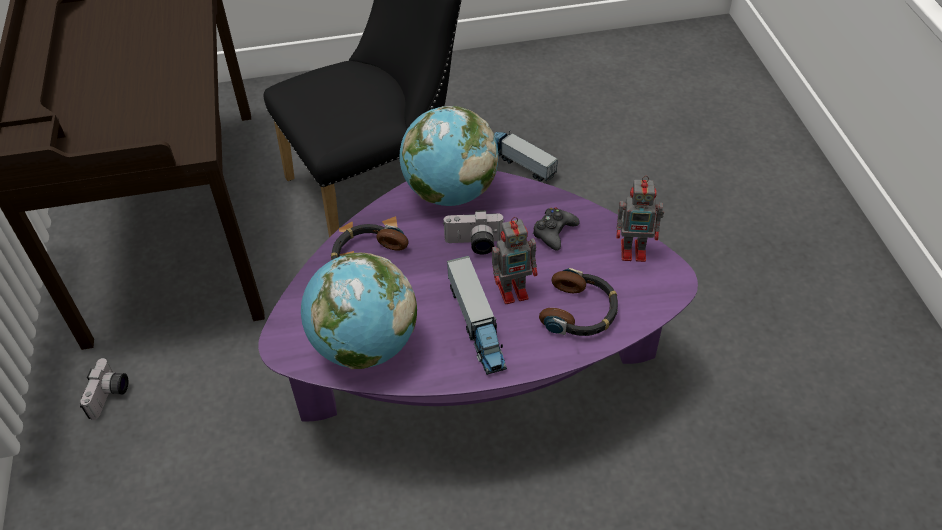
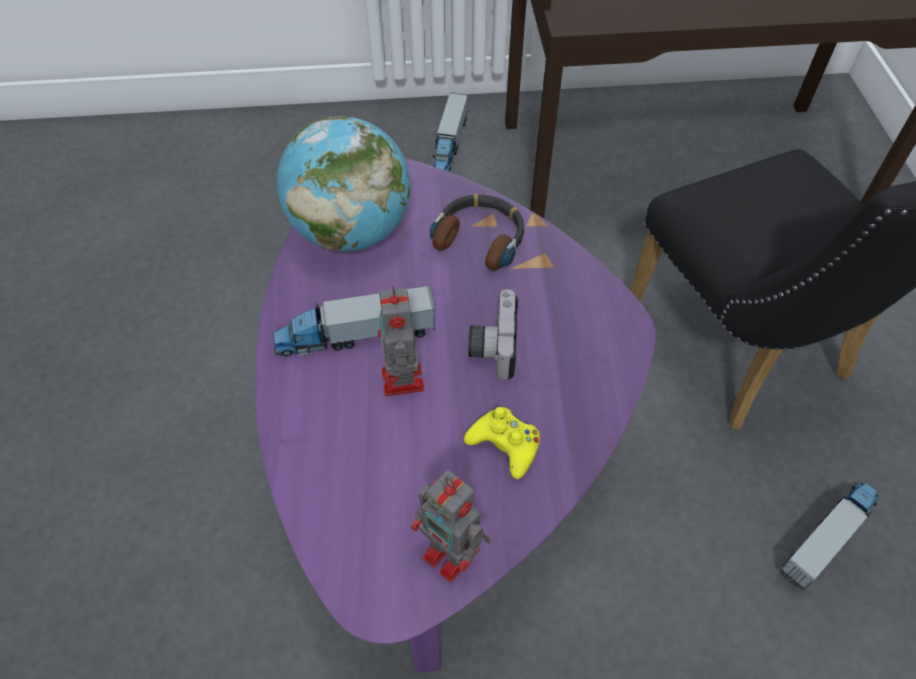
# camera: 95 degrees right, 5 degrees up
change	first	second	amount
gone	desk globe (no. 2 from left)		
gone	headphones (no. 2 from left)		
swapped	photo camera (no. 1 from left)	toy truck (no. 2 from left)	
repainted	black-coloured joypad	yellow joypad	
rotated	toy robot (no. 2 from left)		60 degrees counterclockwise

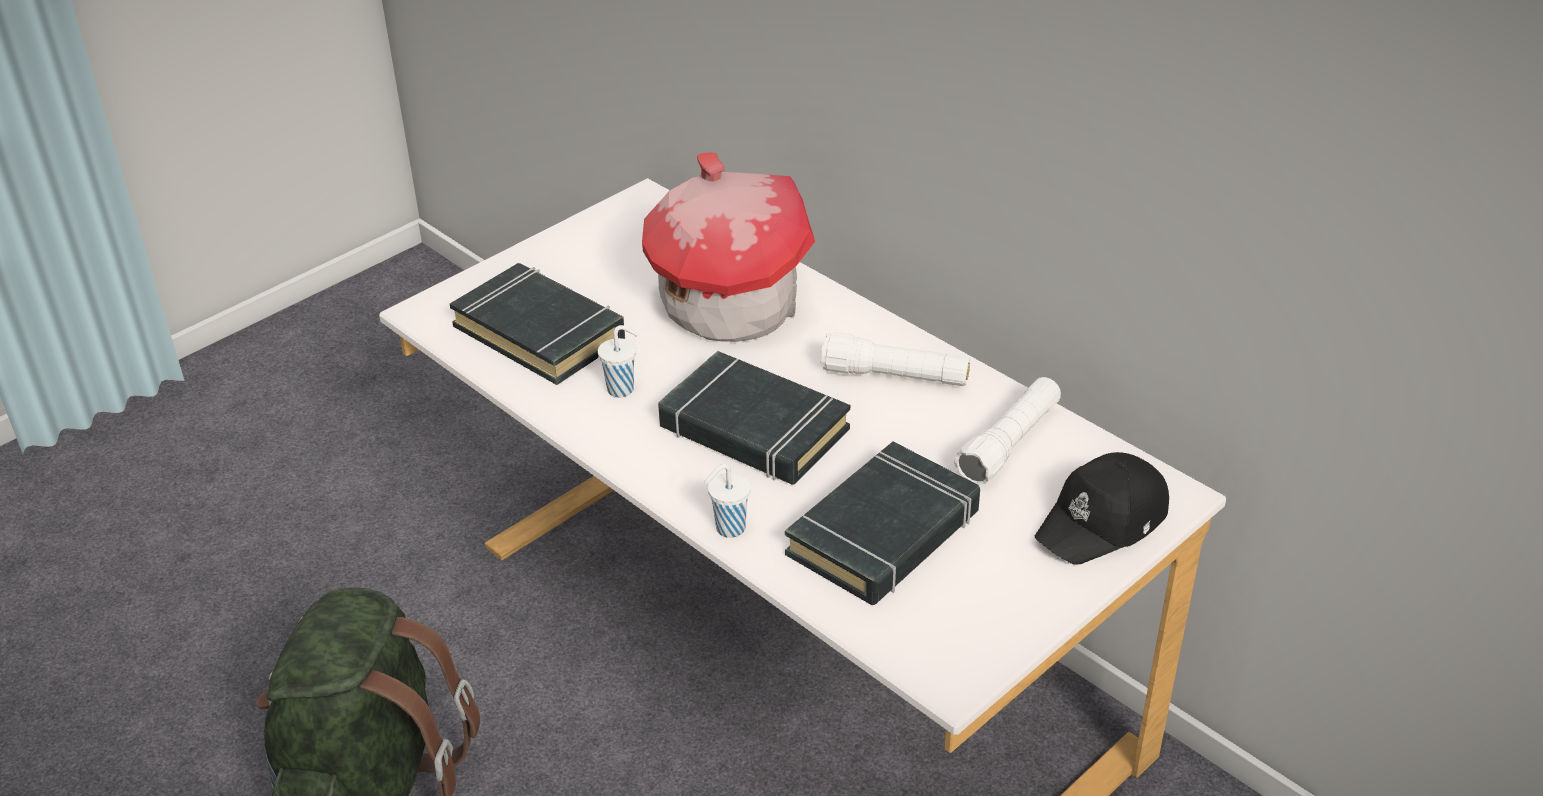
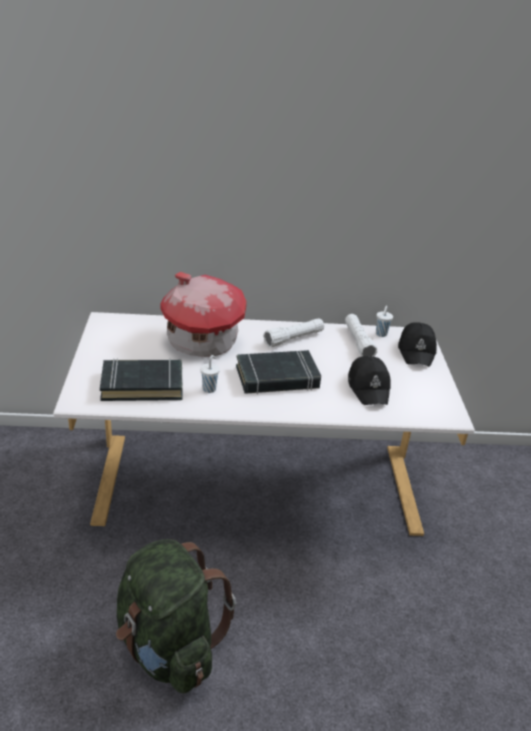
# camera: 50 degrees left, 5 degrees down
change	first	second	amount
shifted	white-coloured cup (no. 2 from left)		
swapped	black-coloured volume (no. 3 from left)	black-coloured cap (no. 1 from left)	

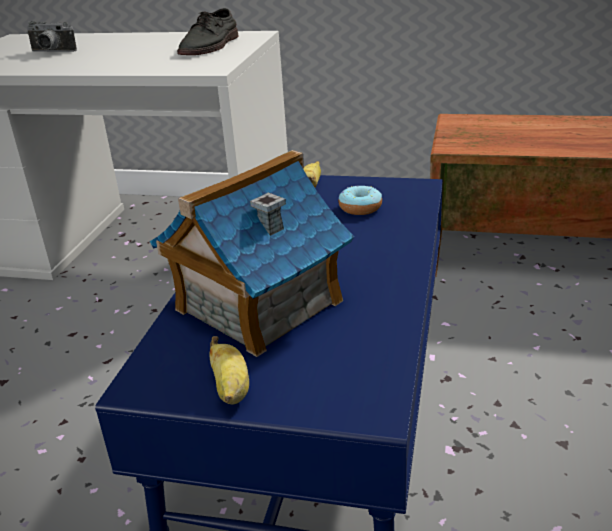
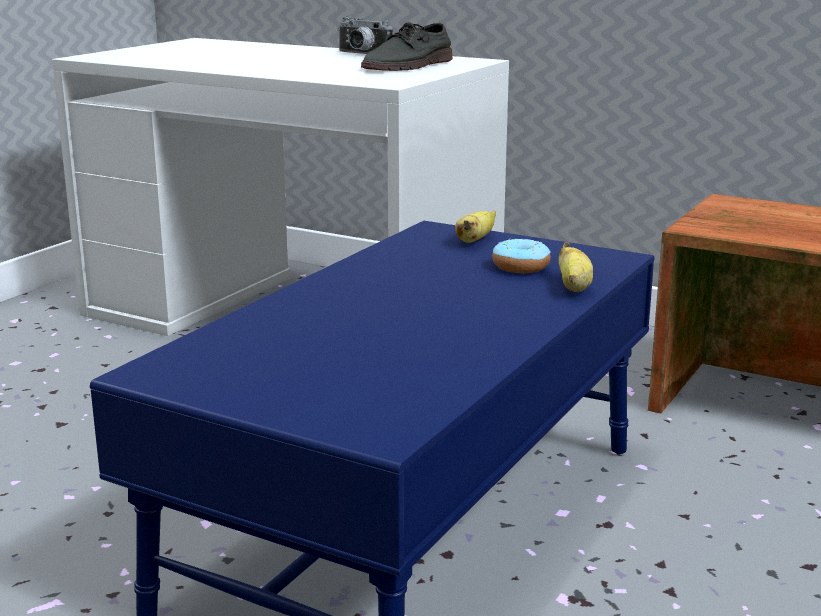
# camera: 15 degrees right, 10 degrees down
change	first	second	amount
gone	model house		
shifted	photo camera		
shifted	banana fruit (no. 1 from left in the first image)	banana fruit (no. 2 from left)	

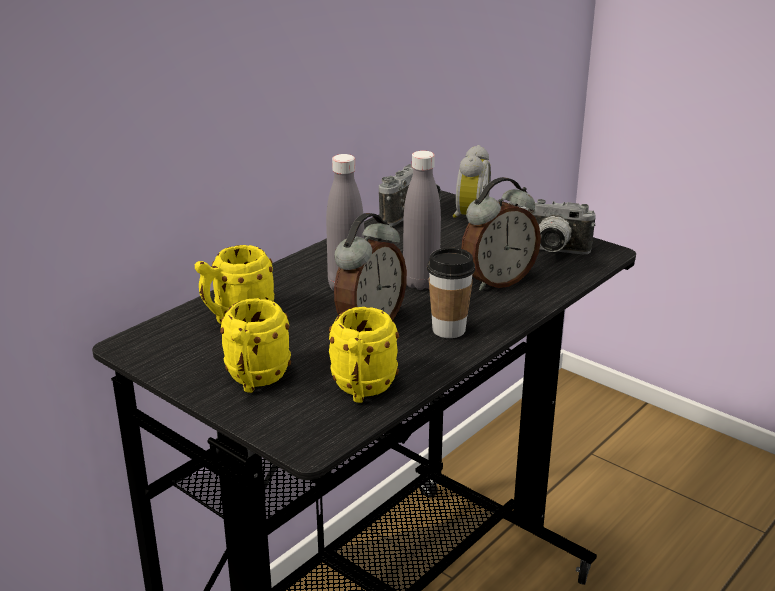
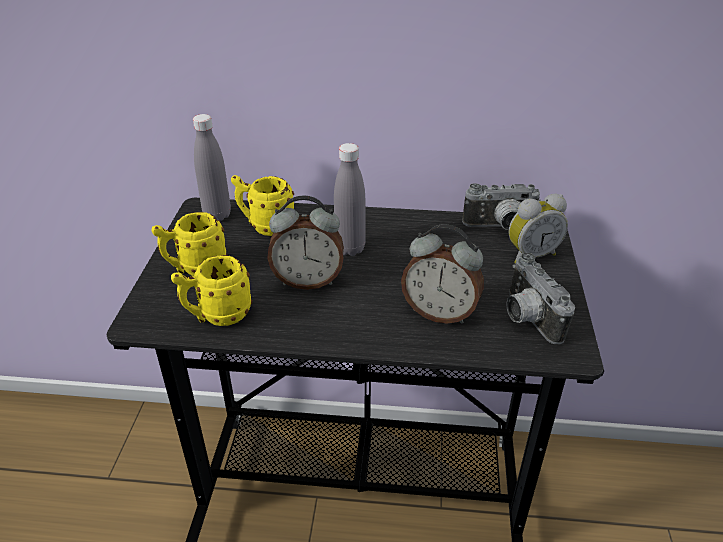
# camera: 55 degrees right, 10 degrees up
change	first	second	amount
gone	cup		
shifted	gray beverage bottle (no. 2 from left in the first image)	gray beverage bottle (no. 1 from left)	

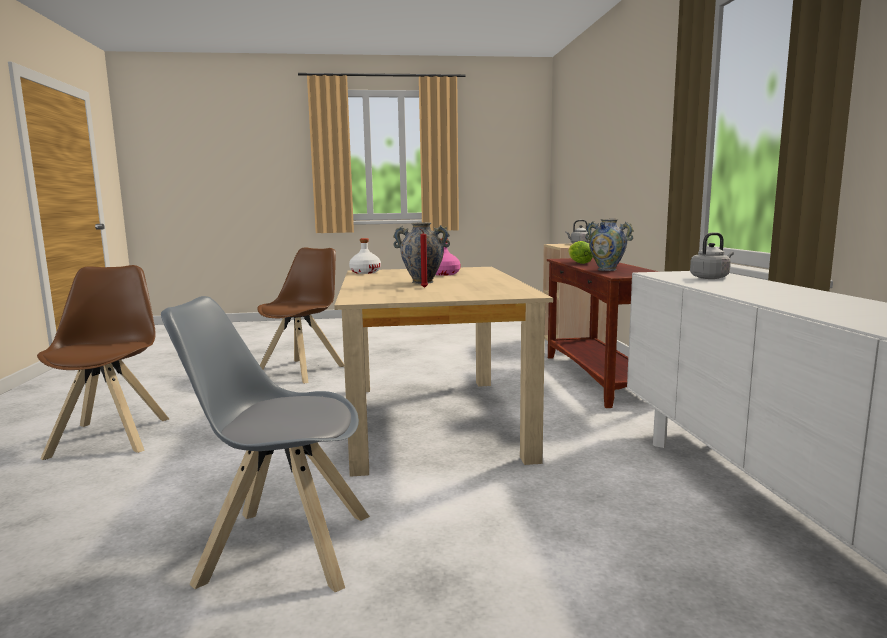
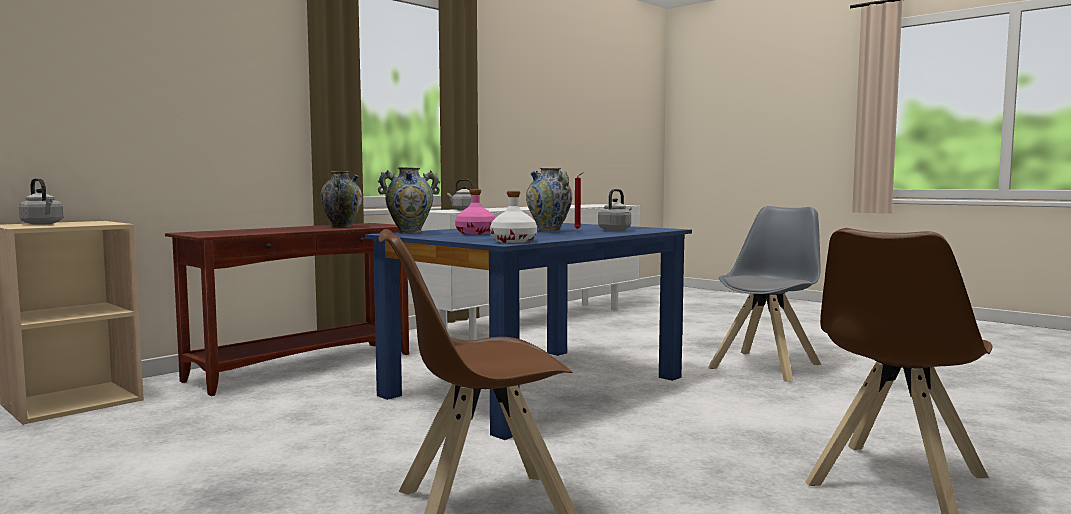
# camera: 130 degrees left, 5 degrees down
change	first	second	amount
gone	lettuce		
new		decorative vase (no. 2 from left)	
new		gray tea kettle (no. 3 from left)	
repainted	beige-coloured dining table	blue-coloured dining table	
rotated	gray chair		105 degrees counterclockwise

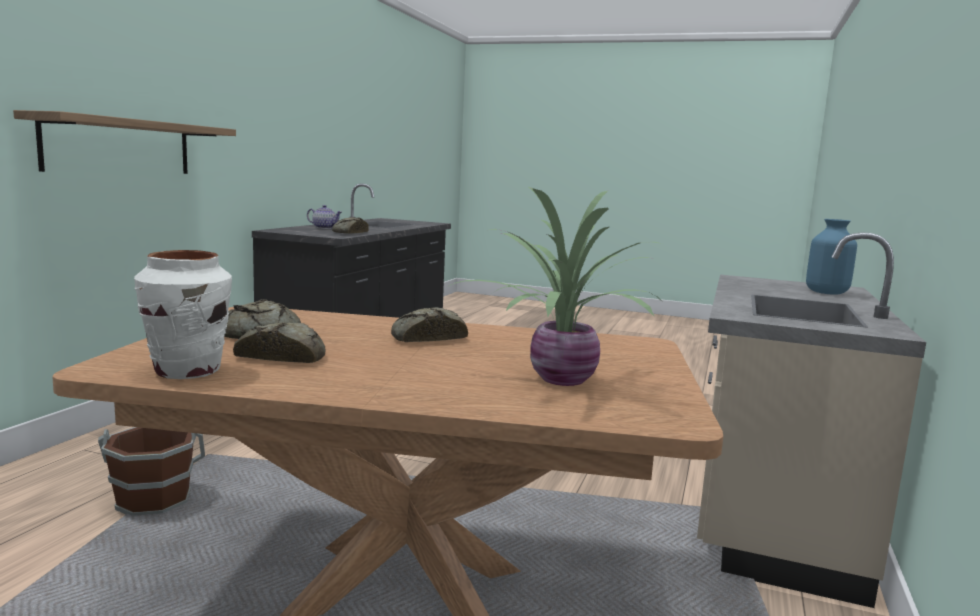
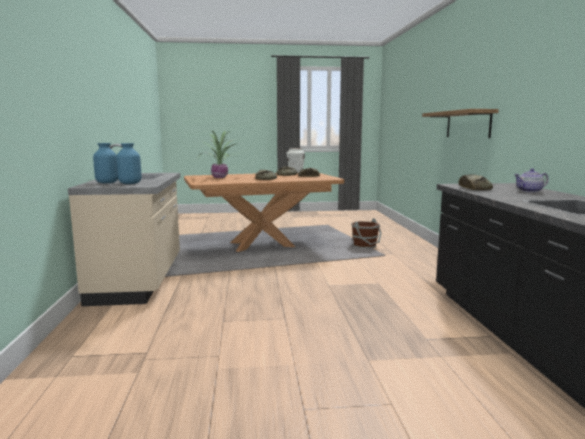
# camera: 155 degrees right, 0 degrees up
change	first	second	amount
new		blue-coloured decorative vase (no. 2 from left)	

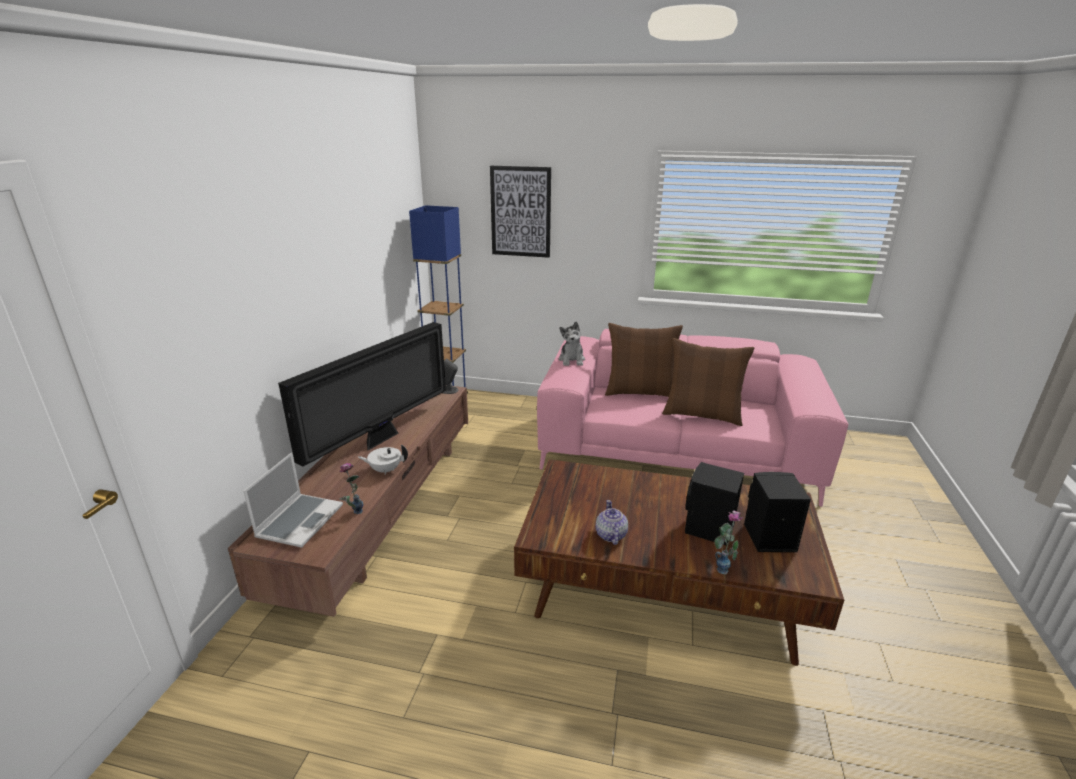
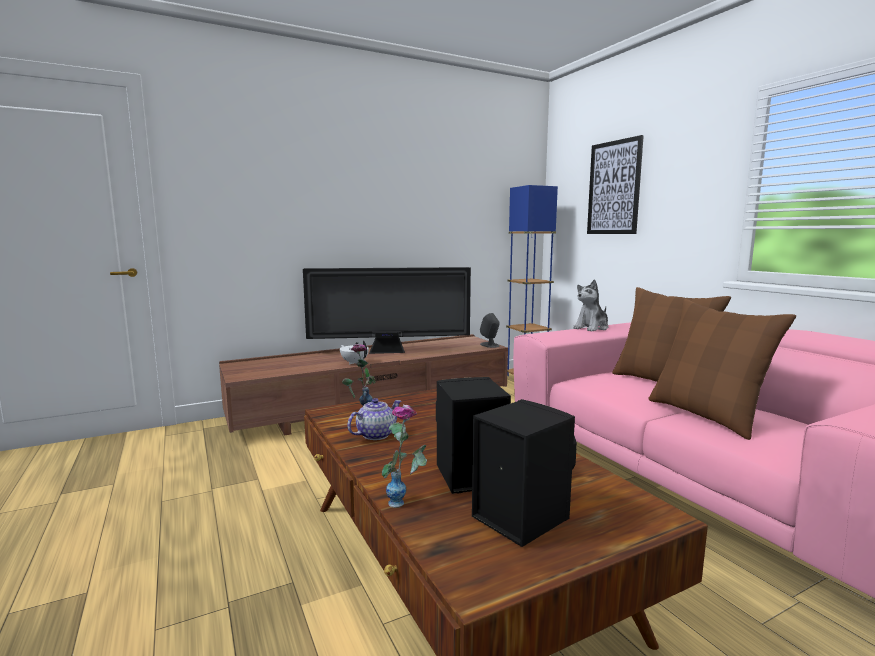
# camera: 50 degrees right, 15 degrees down
change	first	second	amount
gone	notebook computer		
shifted	decorative vase (no. 1 from left)		

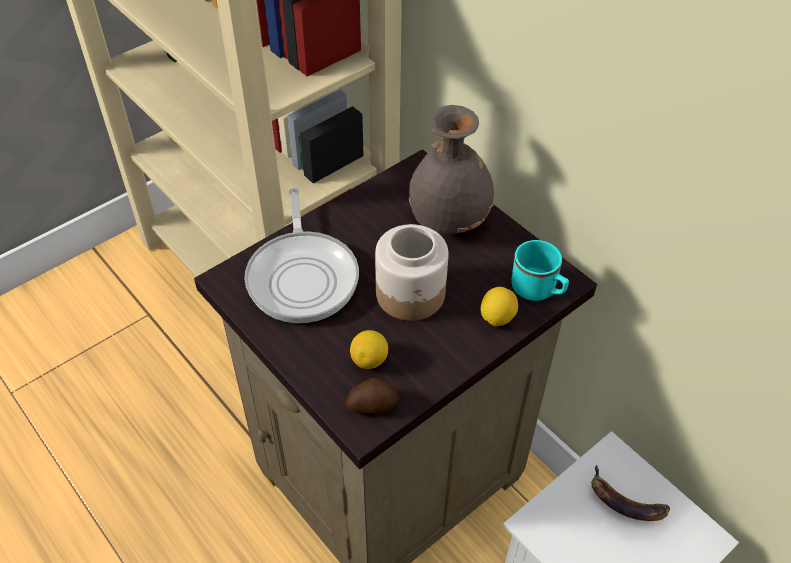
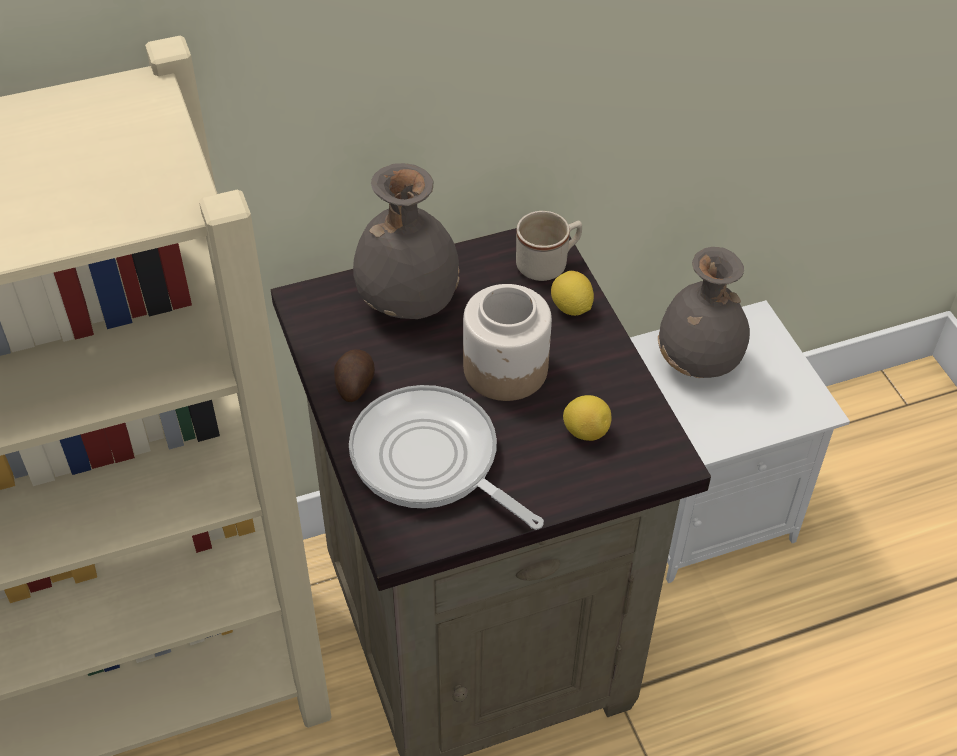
# camera: 70 degrees left, 0 degrees up
change	first	second	amount
shifted	potato		
swapped	banana fruit	gray decorative vase (no. 2 from left)	
repainted	turquoise-coloured coffee mug	beige-coloured coffee mug	
rotated	frying pan		150 degrees counterclockwise

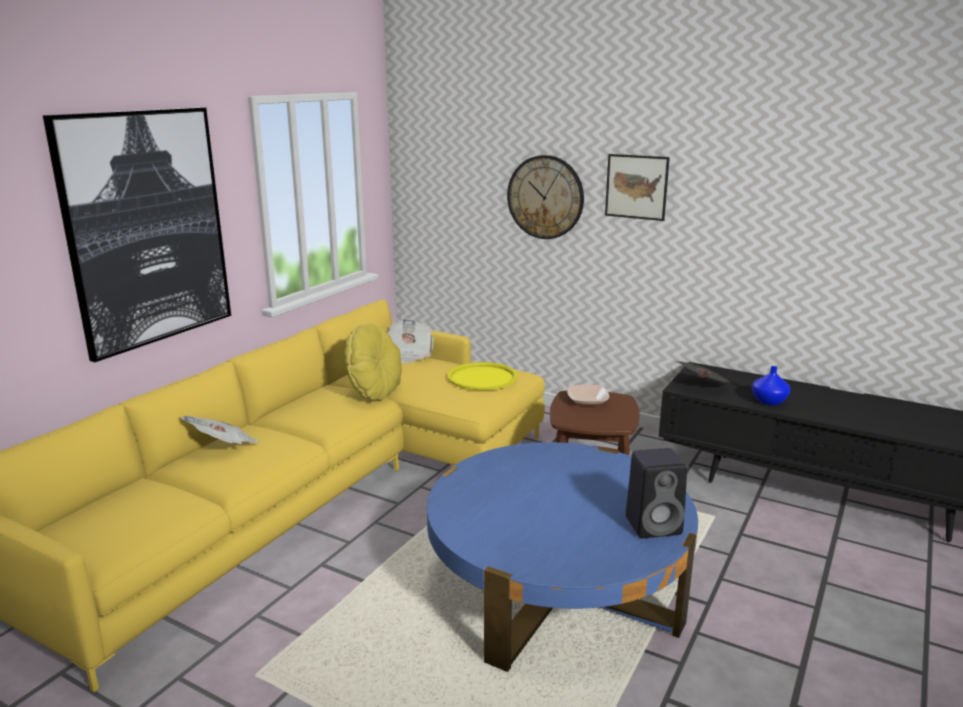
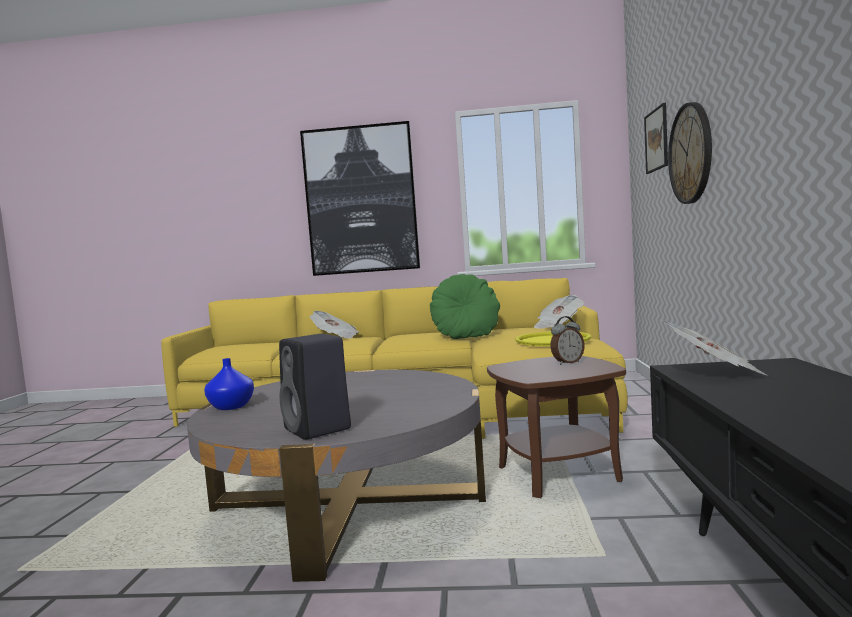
# camera: 65 degrees right, 15 degrees down
change	first	second	amount
shifted	wall picture (no. 2 from left)		
shifted	blue-coloured decorative vase		
swapped	bowl	bedside clock	
repainted	yellow pillow	green pillow	
repainted	blue-coloured lounge table	gray lounge table	

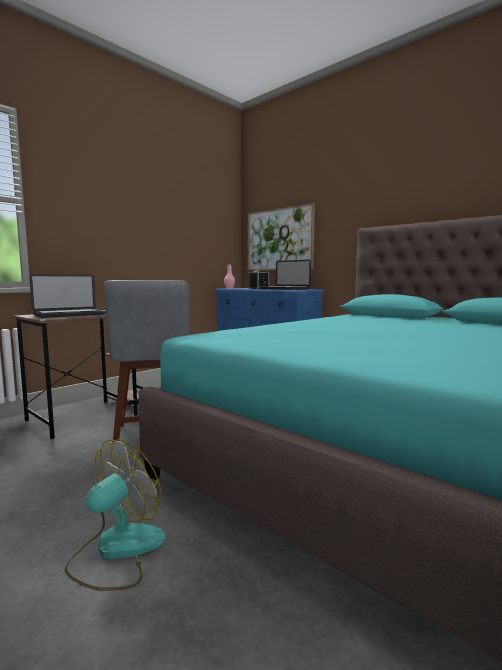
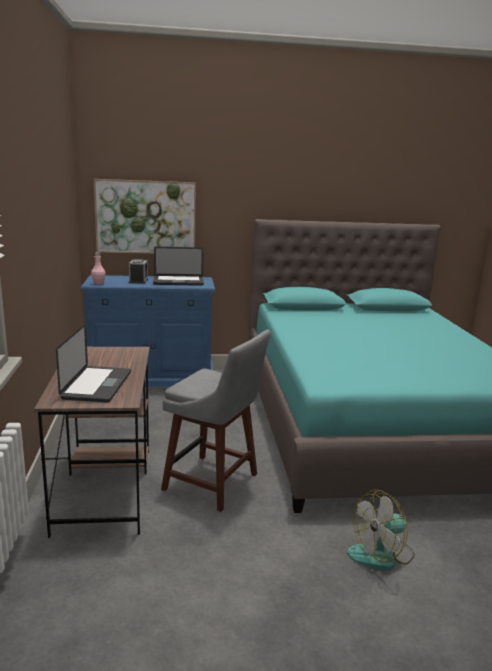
# camera: 50 degrees left, 10 degrees up
change	first	second	amount
rotated	fan		105 degrees counterclockwise

